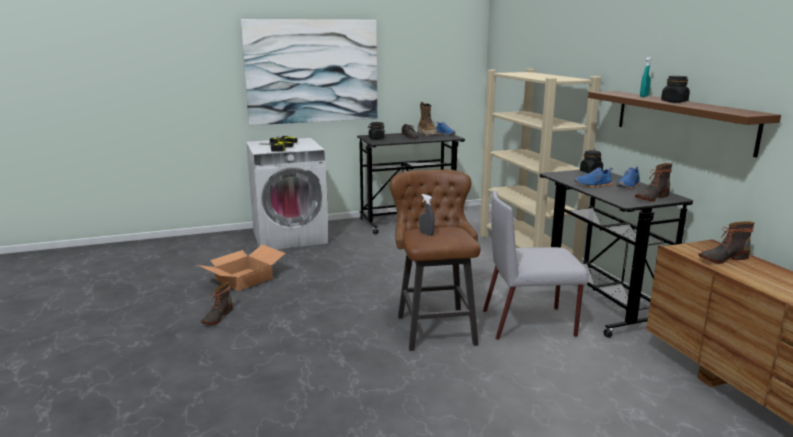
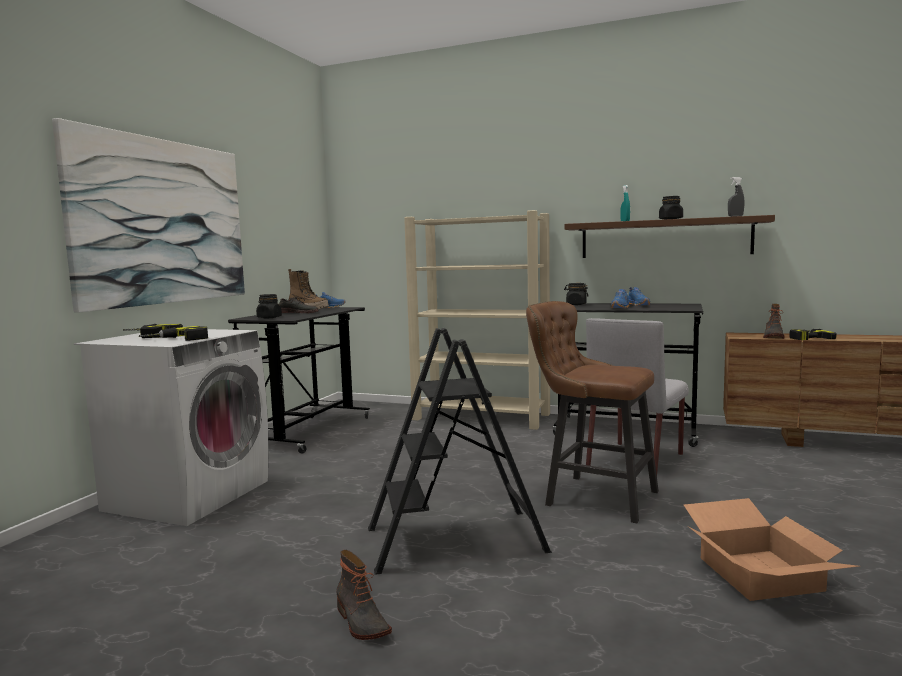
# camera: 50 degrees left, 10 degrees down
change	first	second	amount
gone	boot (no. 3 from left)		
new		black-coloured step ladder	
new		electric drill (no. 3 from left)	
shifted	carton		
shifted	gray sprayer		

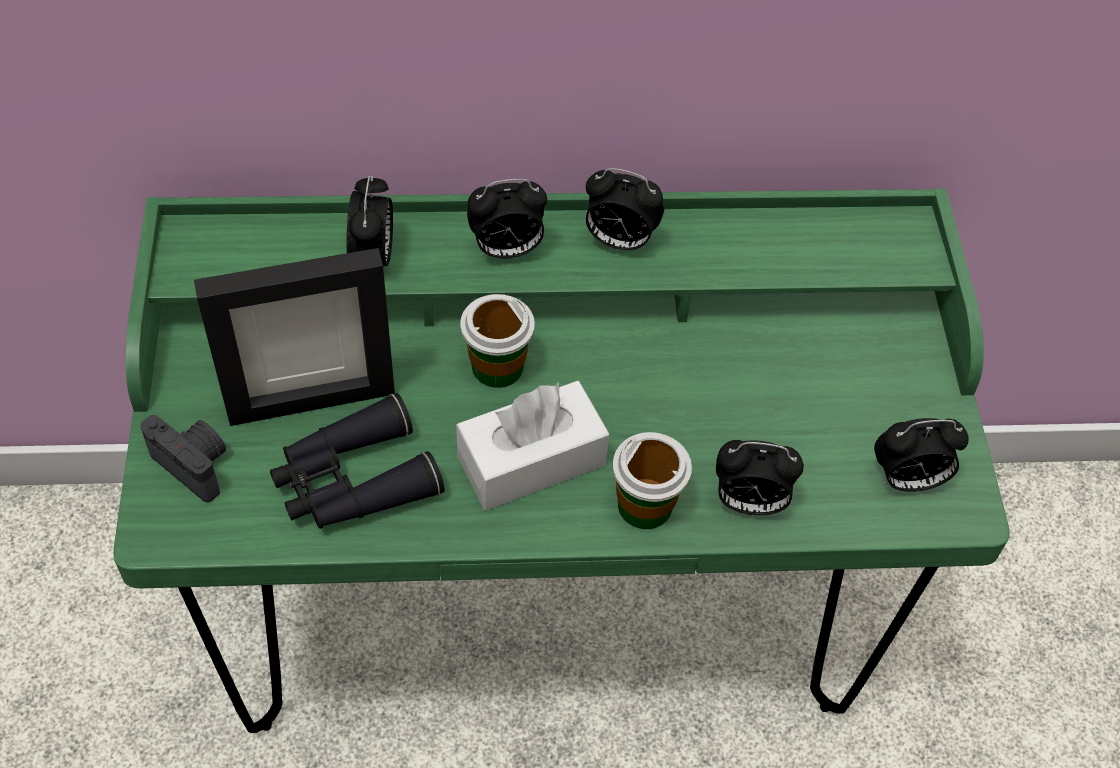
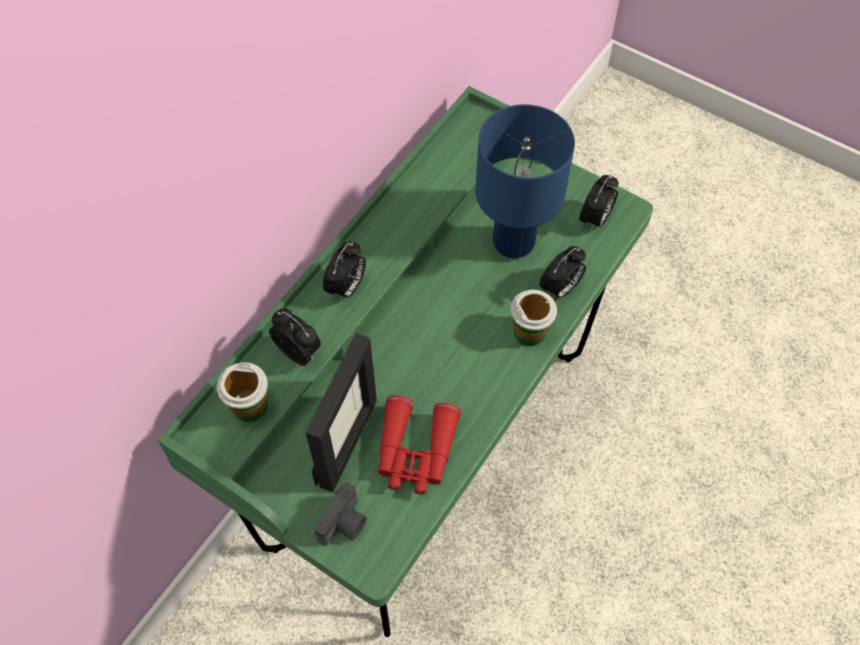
# camera: 50 degrees left, 5 degrees up
change	first	second	amount
gone	white-coloured tissue holder		
gone	bedside clock (no. 3 from left)		
new		blue-coloured tabletop lamp	
shifted	cup (no. 1 from left)		
repainted	black-coloured binoculars	reddish binoculars	
rotated	photo camera		135 degrees clockwise

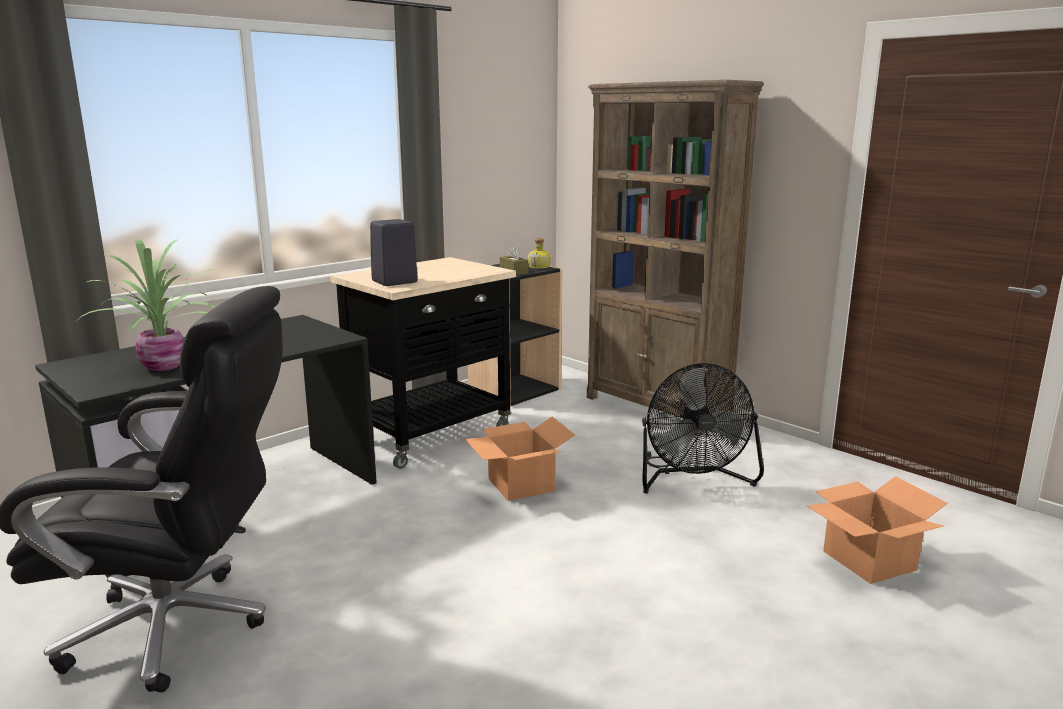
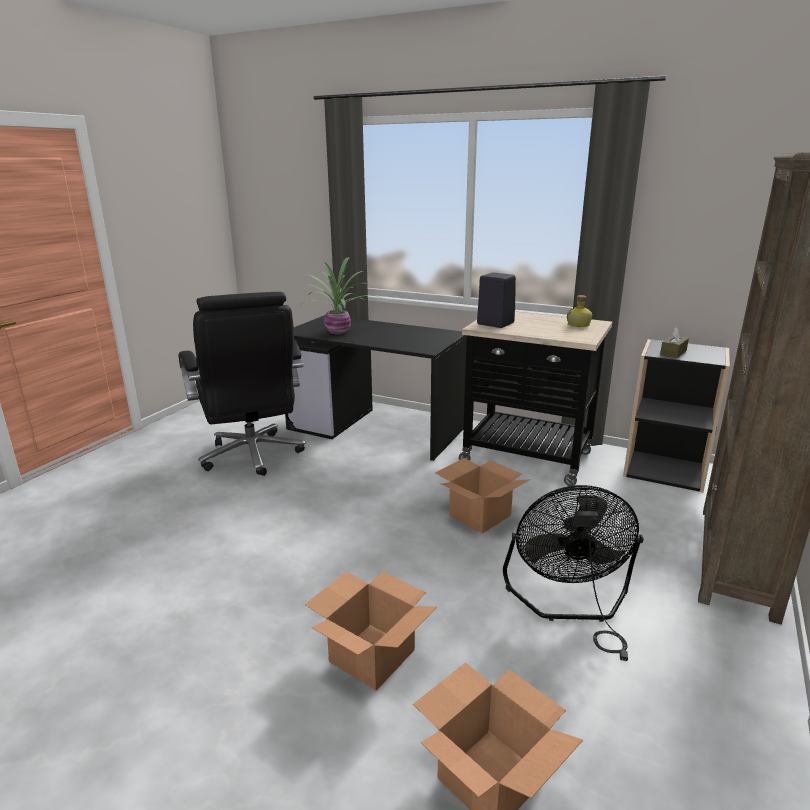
# camera: 70 degrees right, 5 degrees up
change	first	second	amount
new		carton (no. 1 from left)	
shifted	beverage bottle		
rotated	black-coloured fan		120 degrees clockwise

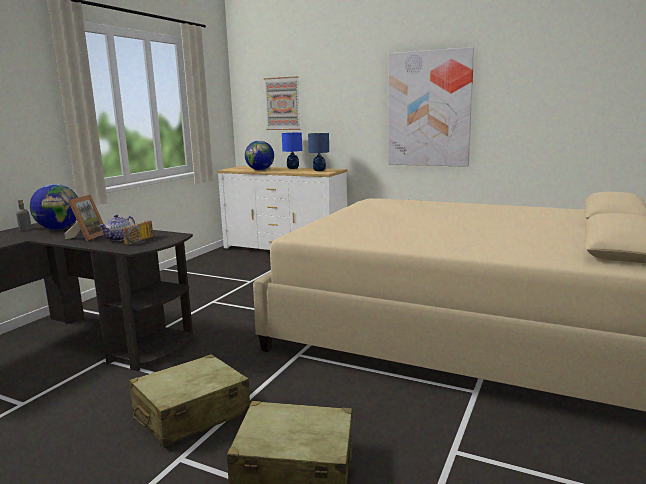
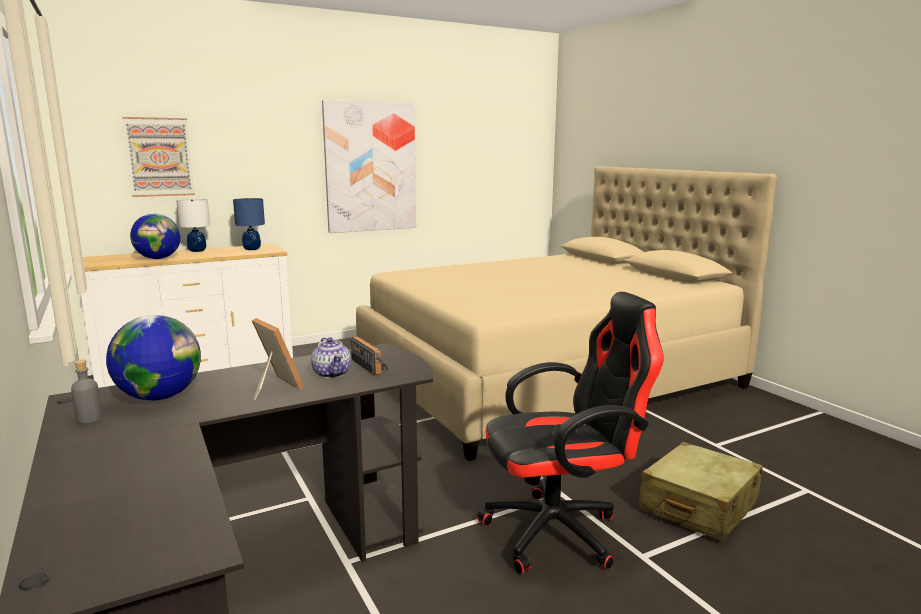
# camera: 55 degrees left, 0 degrees up
change	first	second	amount
swapped	beige-coloured suitcase (no. 1 from left)	black-coloured computer chair	
repainted	blue-coloured tabletop lamp (no. 1 from left)	white-coloured tabletop lamp	

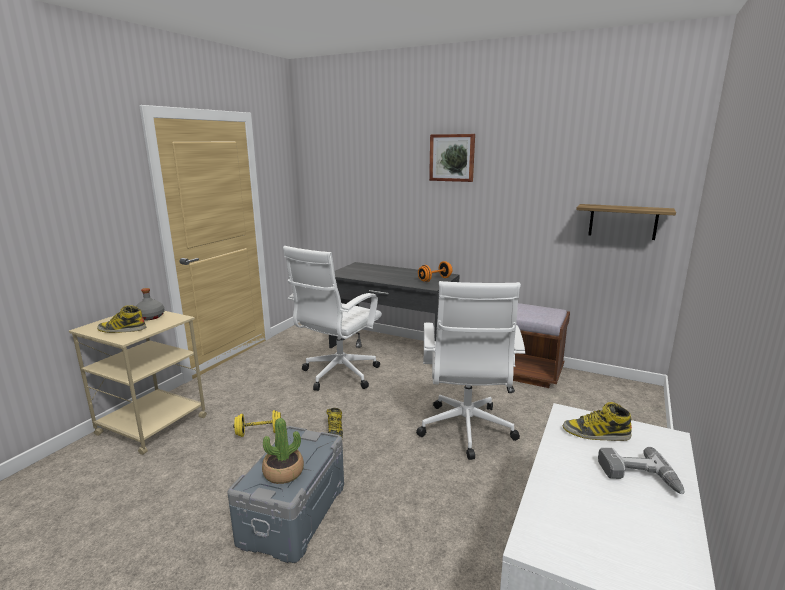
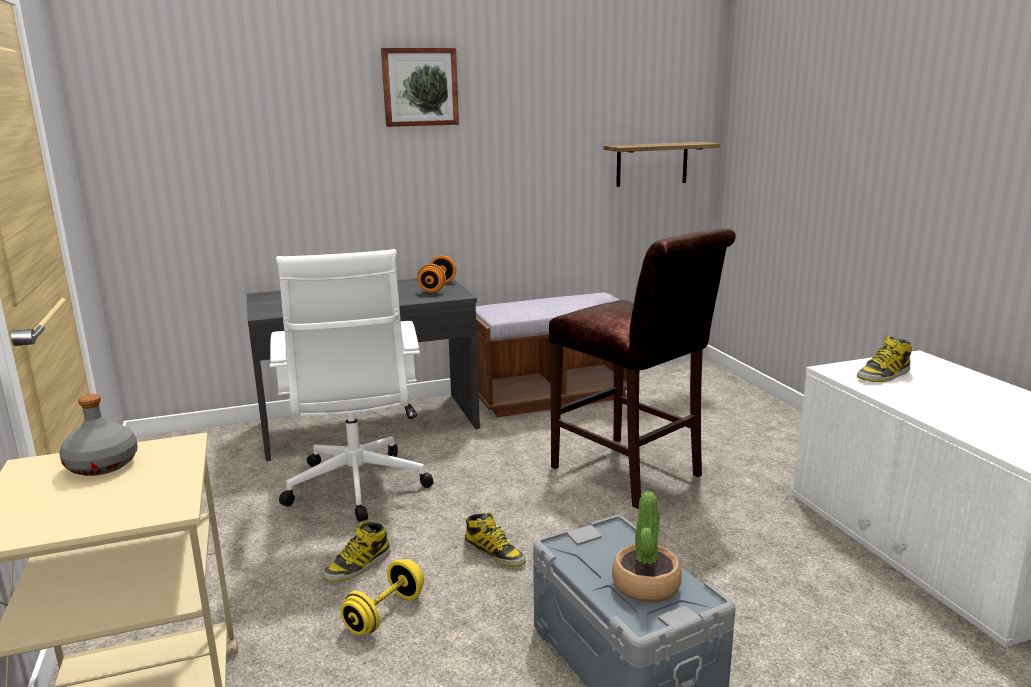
# camera: 45 degrees left, 0 degrees up
change	first	second	amount
gone	electric drill		
shifted	boot (no. 1 from left)		
swapped	white-coloured computer chair (no. 2 from left)	brown-coloured stool seat	

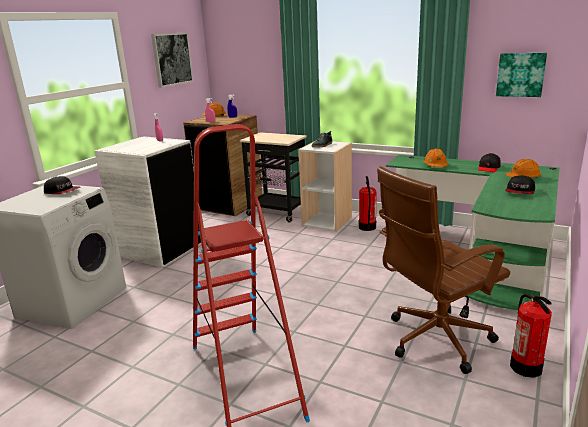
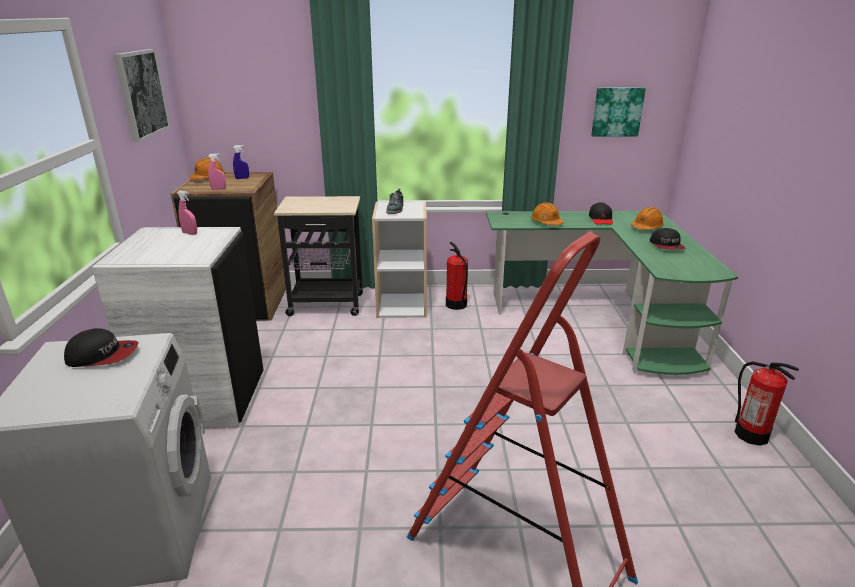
# camera: 30 degrees left, 5 degrees up
change	first	second	amount
gone	brown-coloured computer chair		

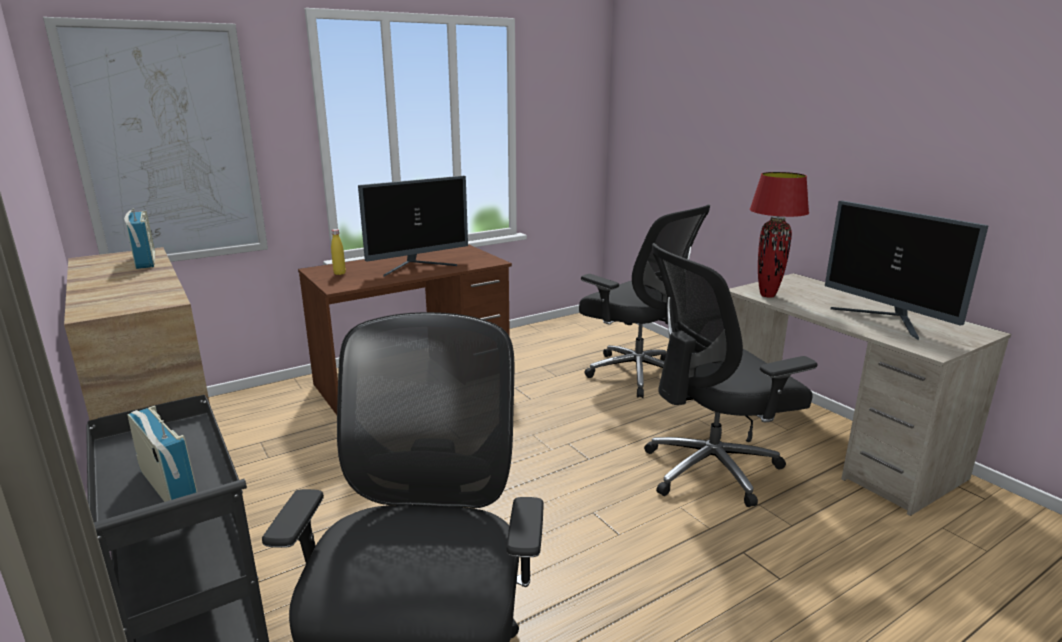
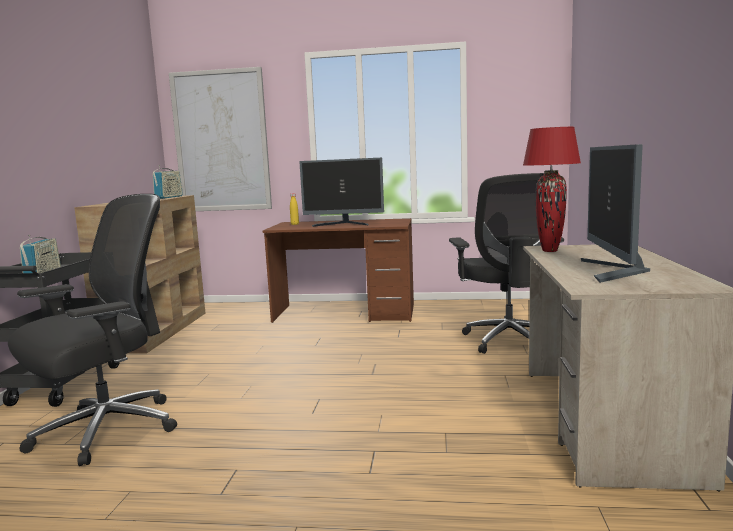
# camera: 40 degrees right, 10 degrees down
change	first	second	amount
gone	computer chair (no. 3 from left)		

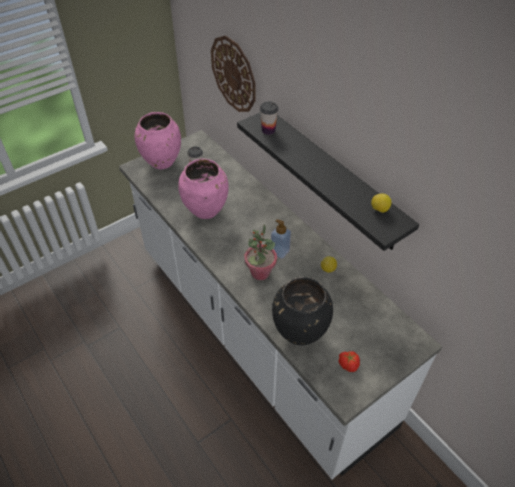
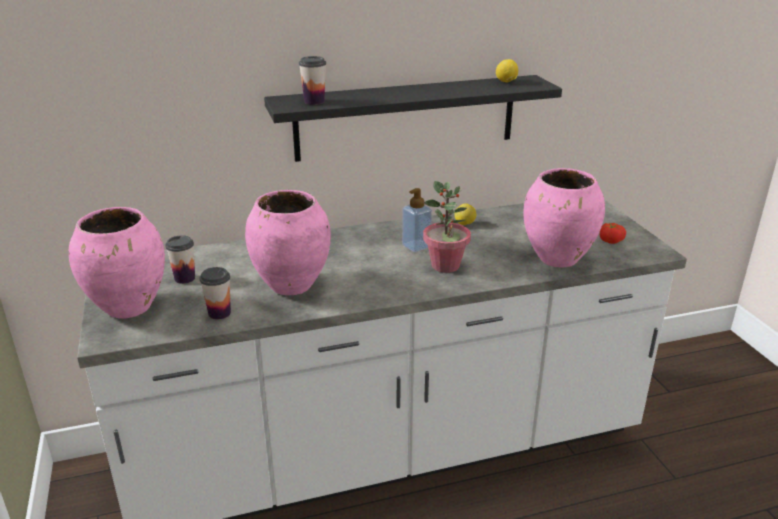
# camera: 70 degrees left, 20 degrees down
change	first	second	amount
gone	hanging clock		
new		cup (no. 2 from left)	
repainted	black-coloured decorative vase	pink decorative vase (no. 3 from left)	

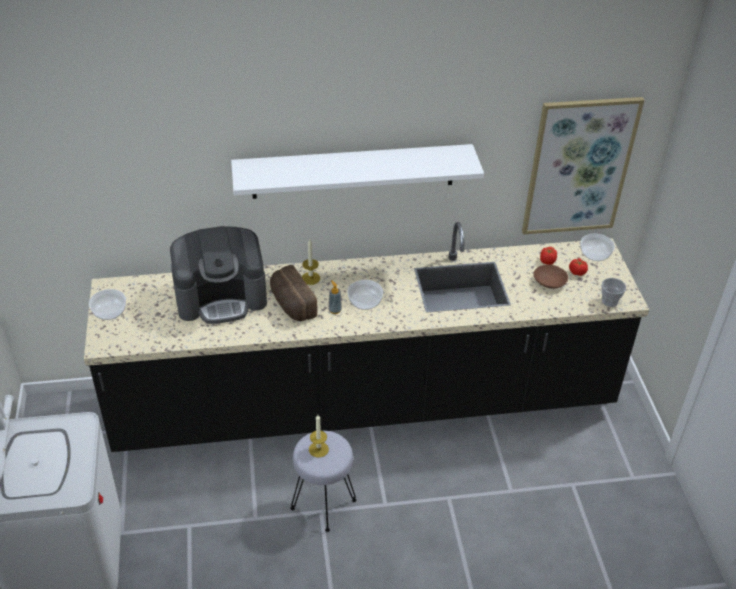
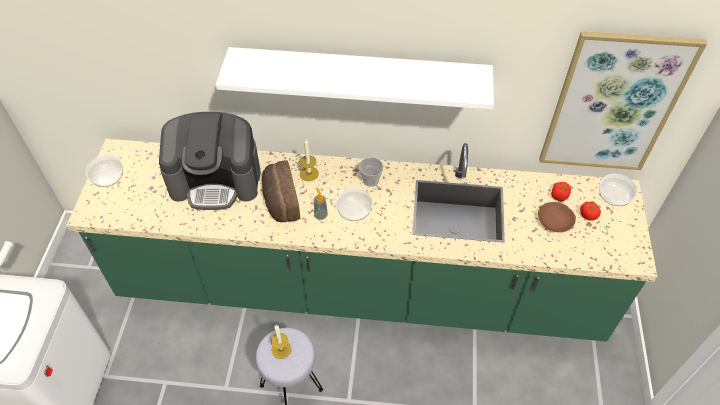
# camera: 15 degrees right, 10 degrees up
change	first	second	amount
shifted	cup		
repainted	black-coloured kitchen counter	green kitchen counter	

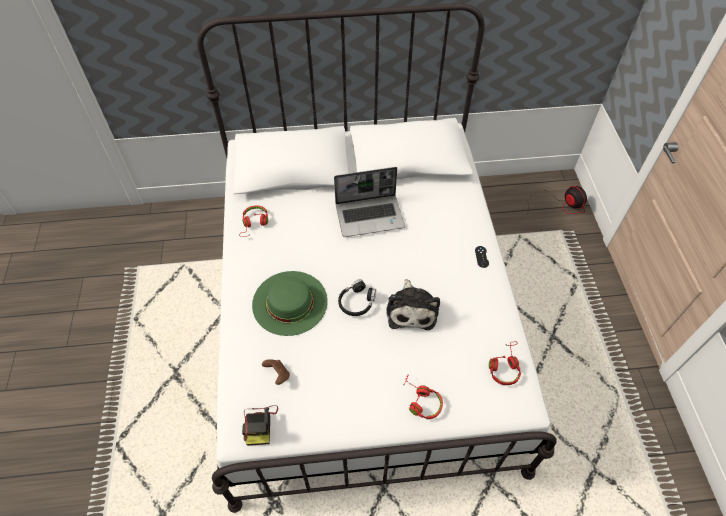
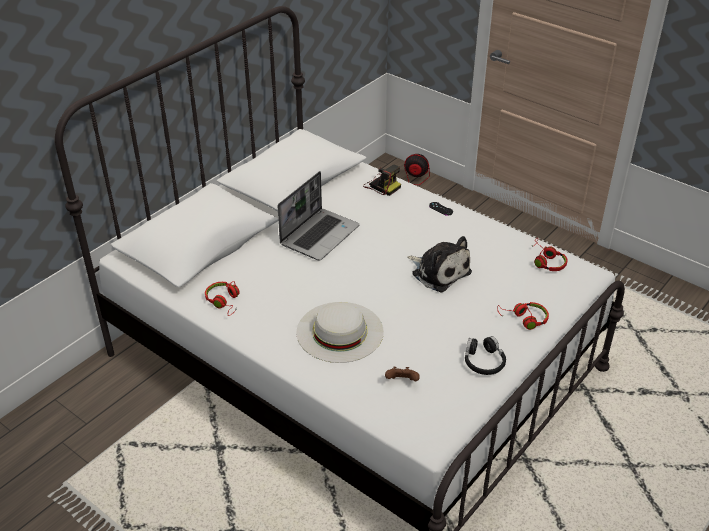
# camera: 45 degrees left, 15 degrees down
change	first	second	amount
shifted	photo camera		
shifted	black-coloured headphones		
repainted	green wearable hat	white-coloured wearable hat	

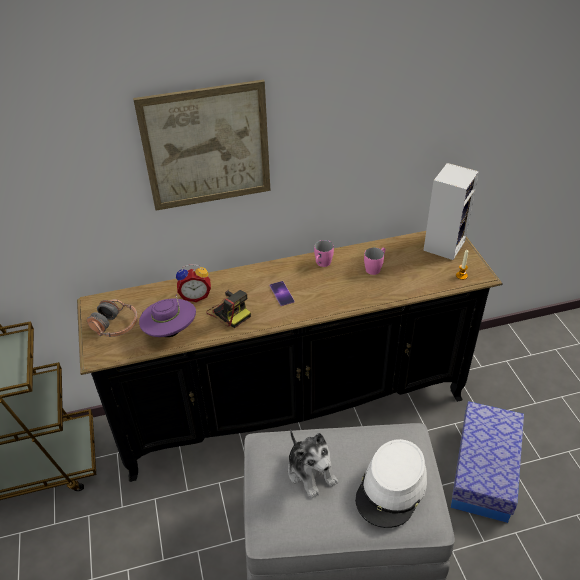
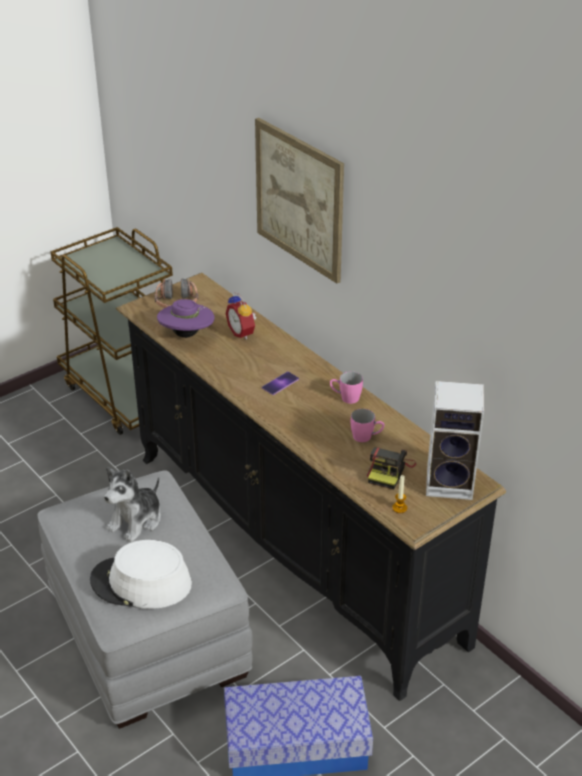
# camera: 65 degrees right, 5 degrees down
change	first	second	amount
shifted	photo camera		

